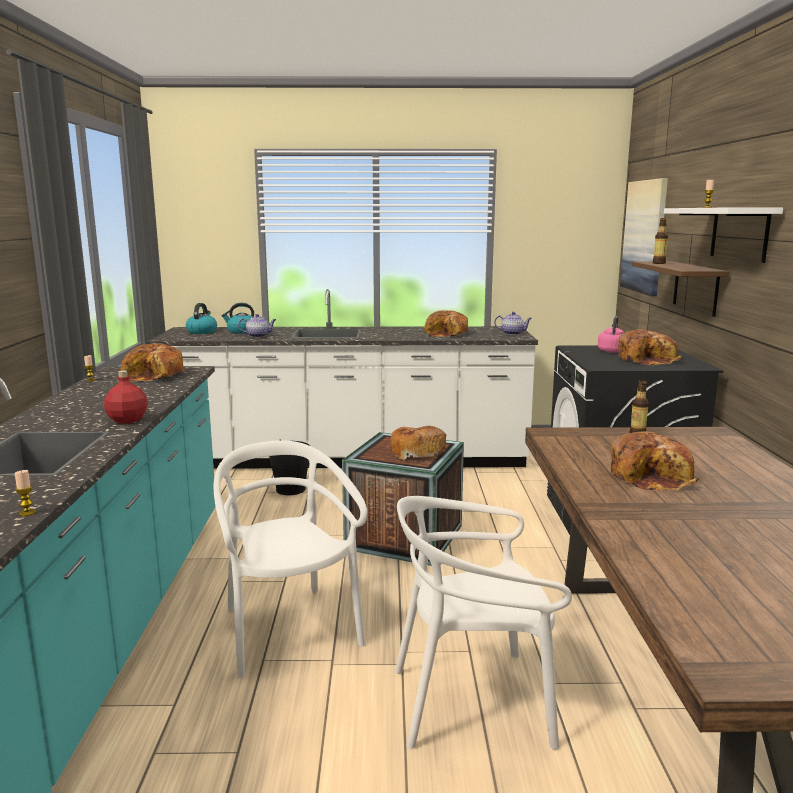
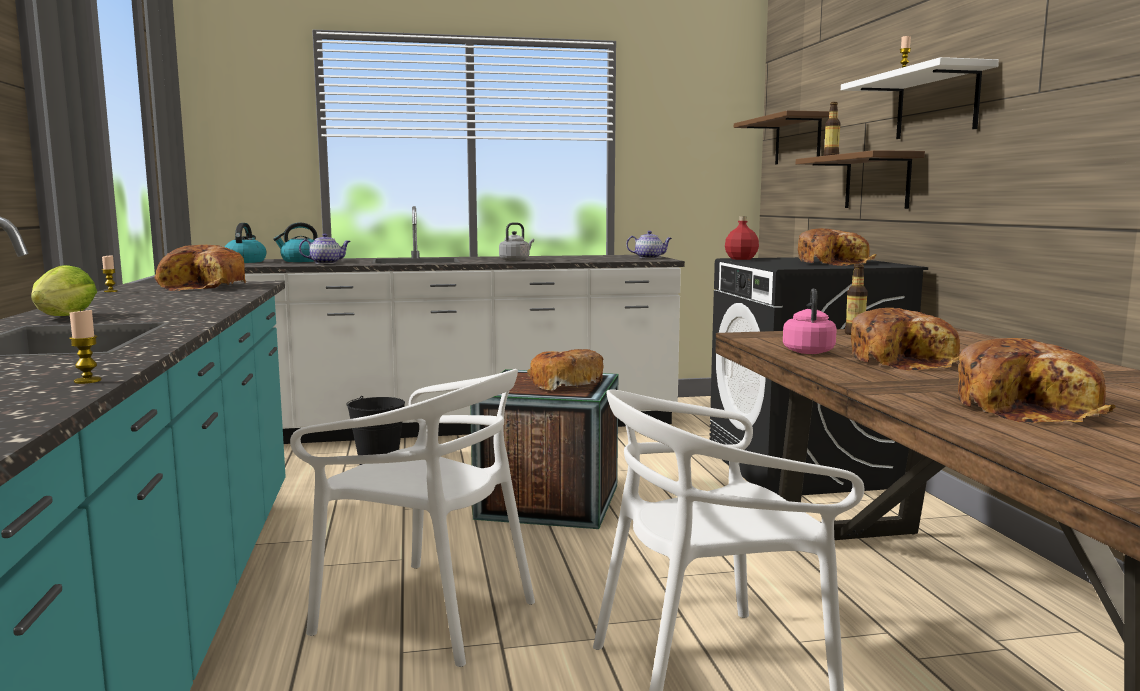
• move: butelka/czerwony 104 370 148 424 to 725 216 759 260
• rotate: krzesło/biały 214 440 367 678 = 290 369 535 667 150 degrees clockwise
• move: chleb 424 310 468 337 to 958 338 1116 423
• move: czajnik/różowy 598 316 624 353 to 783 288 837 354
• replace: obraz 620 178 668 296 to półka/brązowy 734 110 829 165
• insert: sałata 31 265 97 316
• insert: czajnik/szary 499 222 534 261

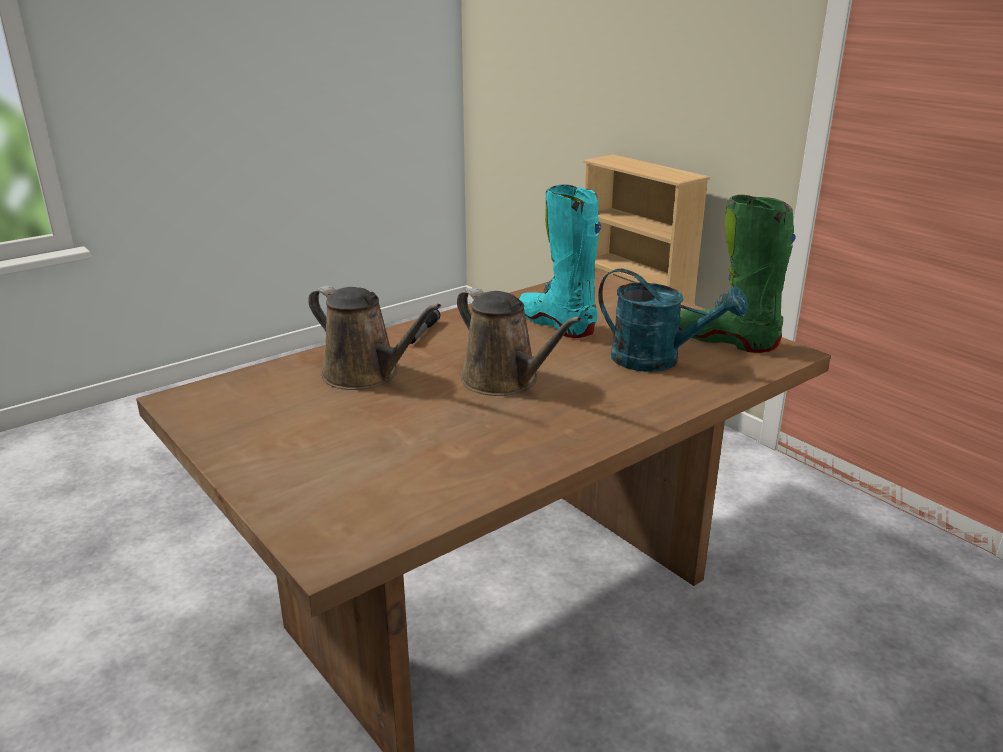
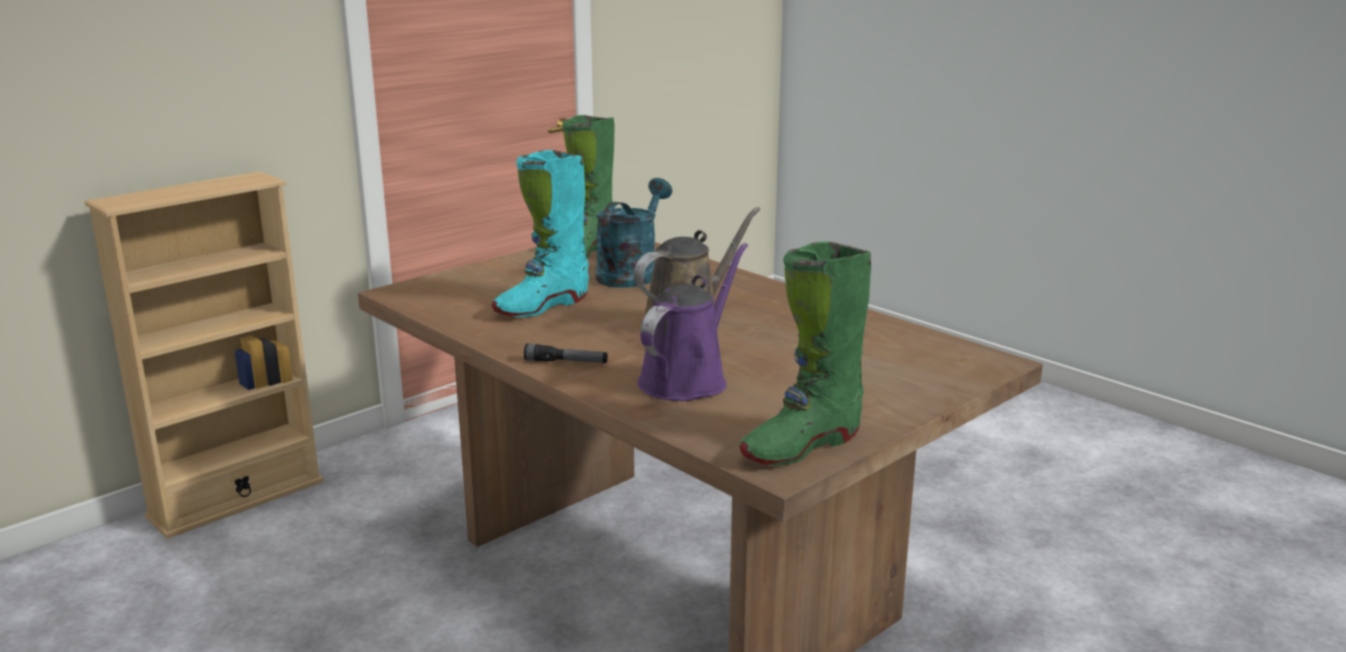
• recolor: konewka/brązowy 308 286 441 390 to konewka/fioletowy 637 243 748 401
• insert: but z cholewką/zielony 739 242 871 466

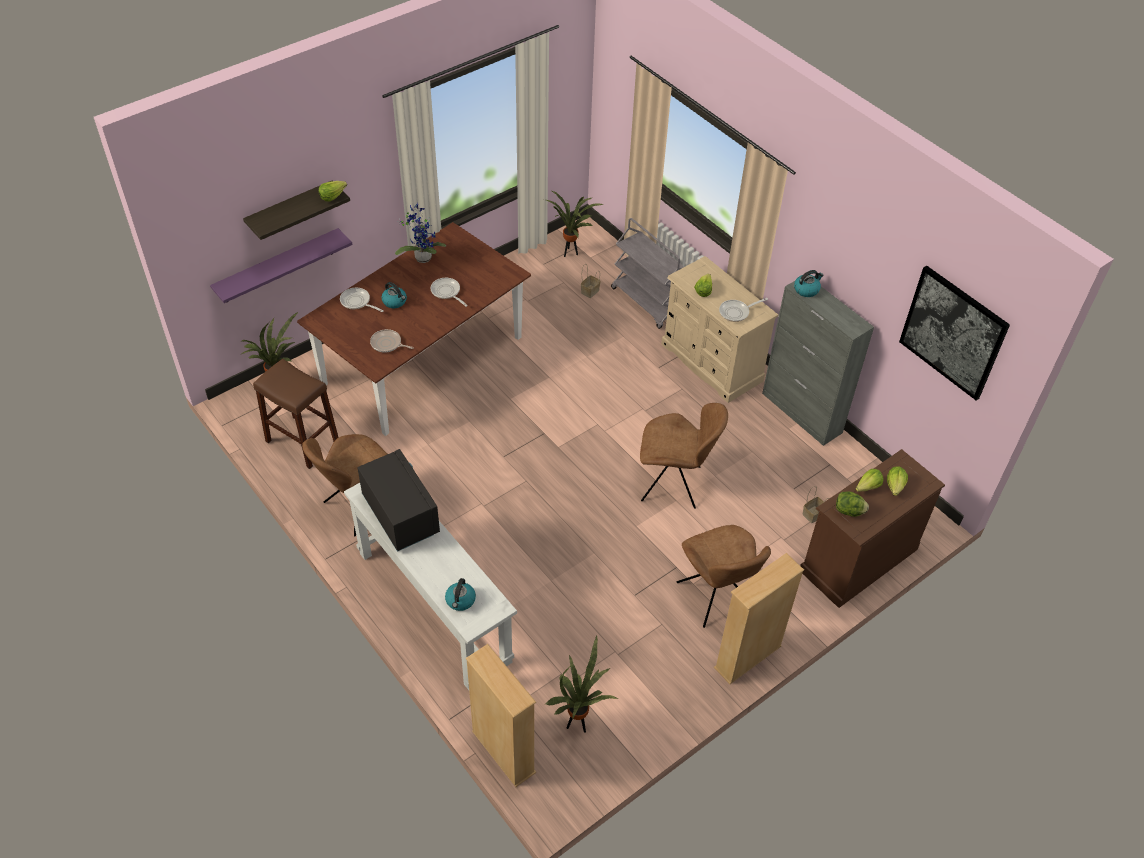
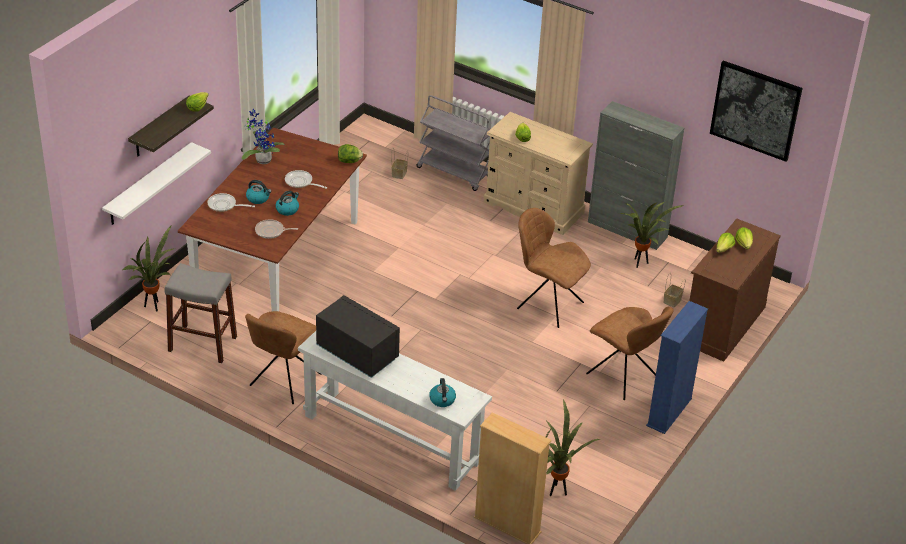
• recolor: półka/fioletowy 210 228 353 303 to półka/biały 102 142 211 225
• recolor: stołek/brązowy 253 359 339 469 to stołek/szary 164 263 237 363
• move: roślina doniczkowa 546 191 604 257 to 619 202 684 268
• rotate: krzesło/brązowy 640 403 728 509 = 517 208 591 328 135 degrees counterclockwise
• recolor: regał/beżowy 714 553 804 684 to regał/niebieski 646 301 708 434
• delete: patelnia 719 298 768 322
• move: czajnik 794 270 824 297 to 275 191 299 216
• move: sałata 836 491 869 517 to 338 144 363 163

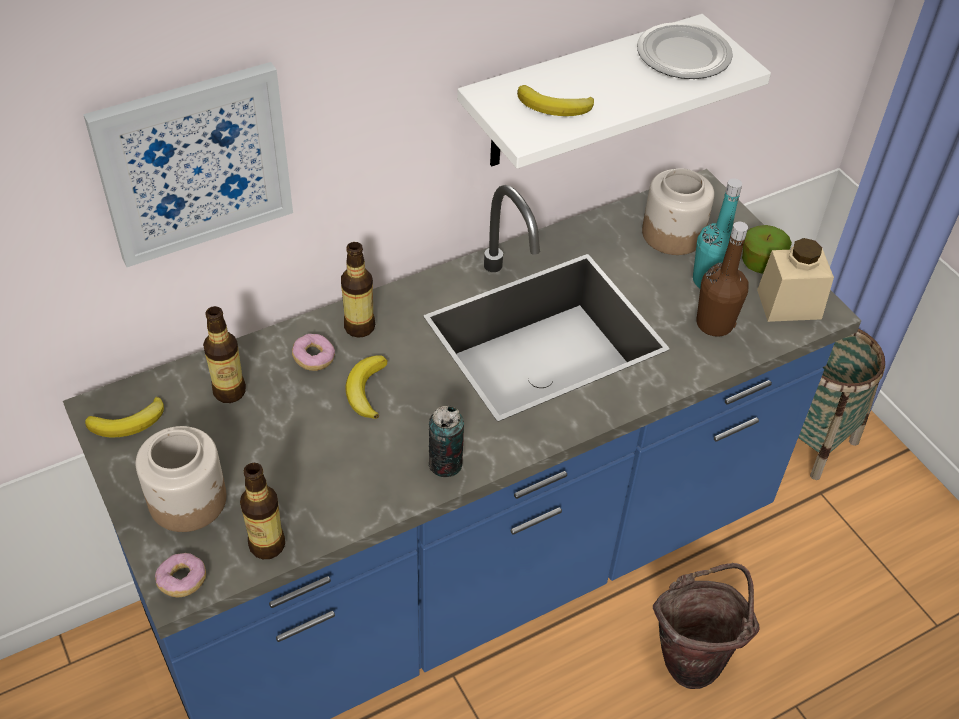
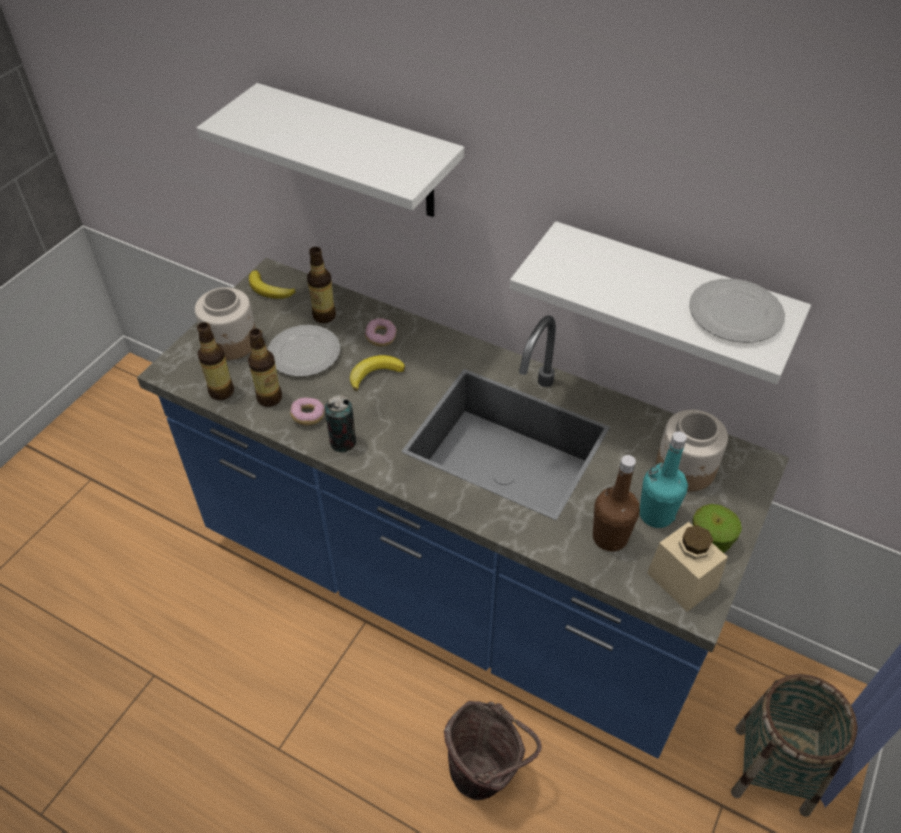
• replace: obraz 83 62 293 267 to półka/biały 197 83 464 217
• move: donut 155 553 206 597 to 290 398 325 426
• move: butelka 341 242 375 338 to 248 329 282 407
• delete: banan 517 85 594 116
• insert: talerz 268 325 340 377

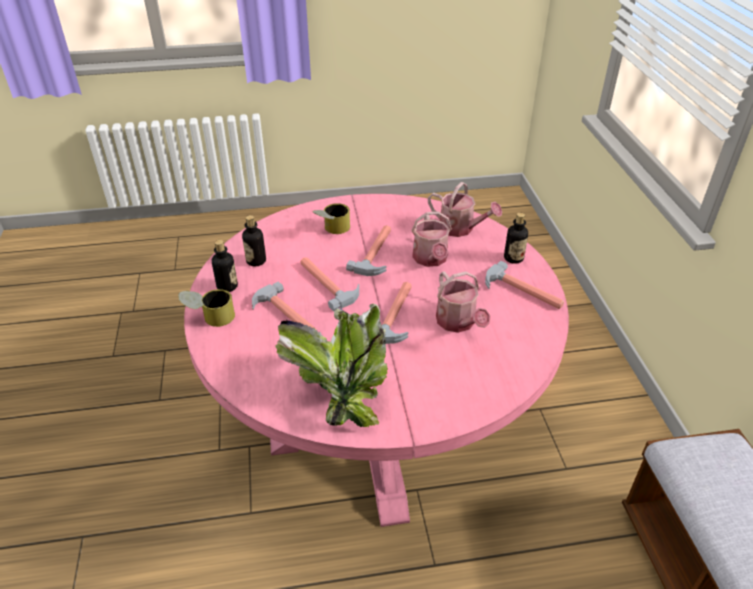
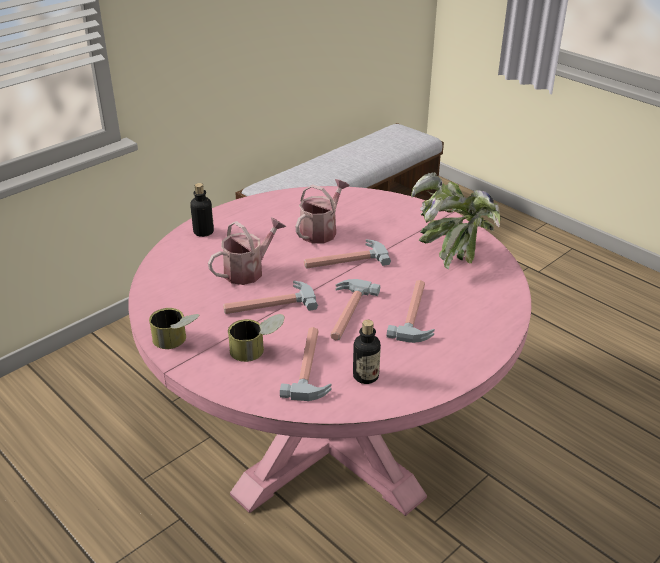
• move: puszka 178 289 235 327 to 149 308 199 349
• delete: butelka 212 240 238 292
• delete: konewka 428 182 502 237
• move: młotek 485 261 564 309 to 280 327 332 401

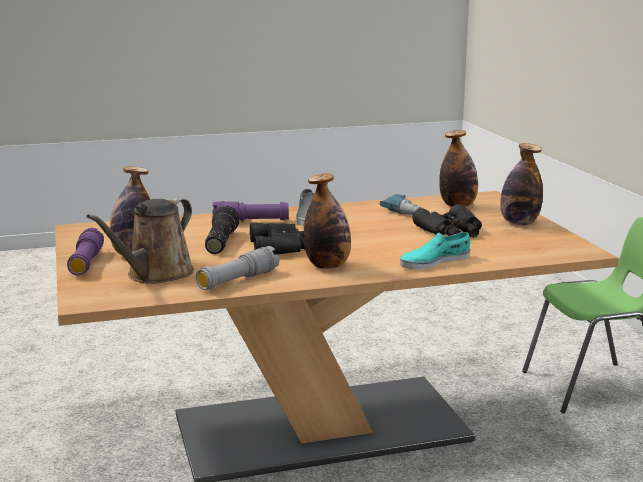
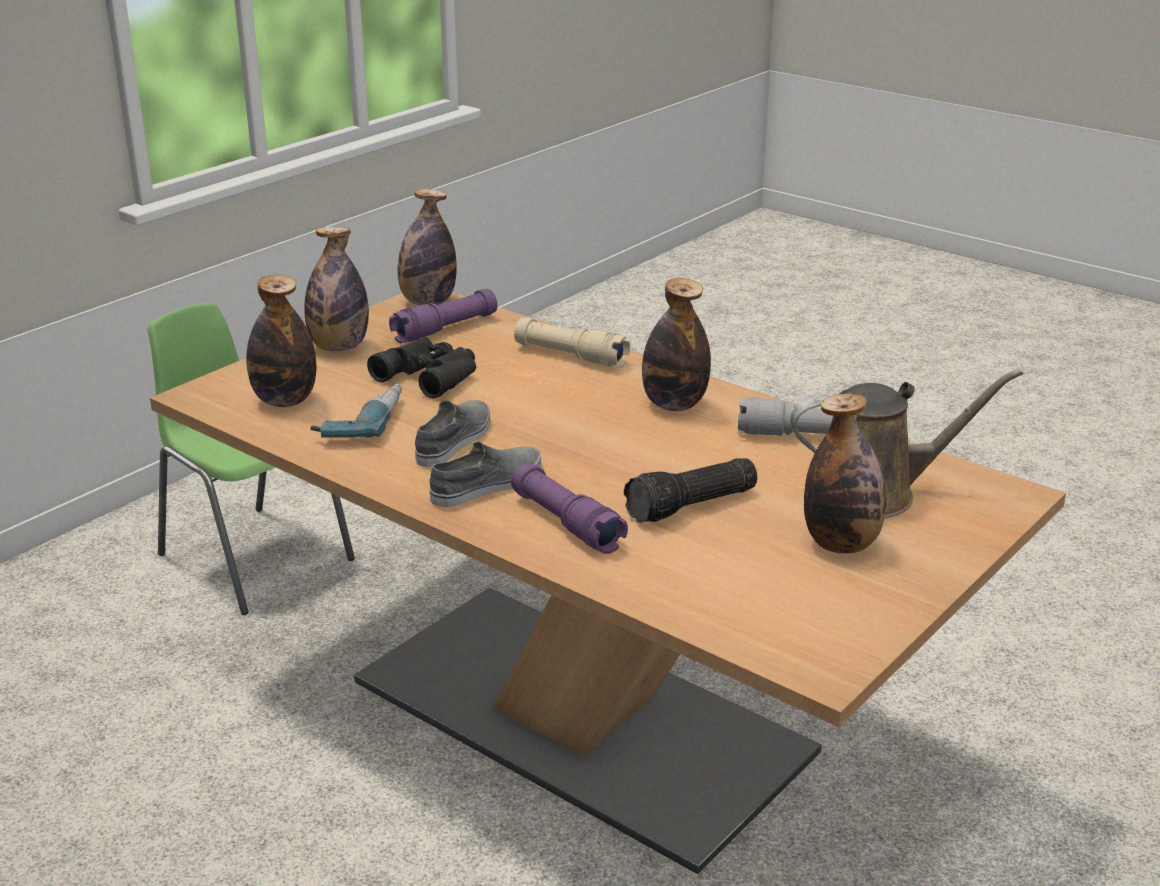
• move: latarka/fioletowy 67 228 104 275 to 389 289 498 343
• delete: lornetka/czarny 250 222 305 255
• replace: but/turkusowy 400 232 471 269 to latarka/beżowy 514 317 630 368
• insert: butelka 397 189 457 305
• insert: but/szary 415 400 490 467

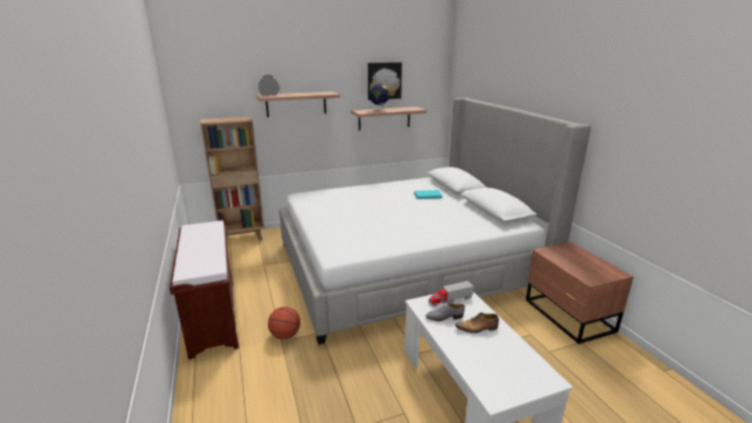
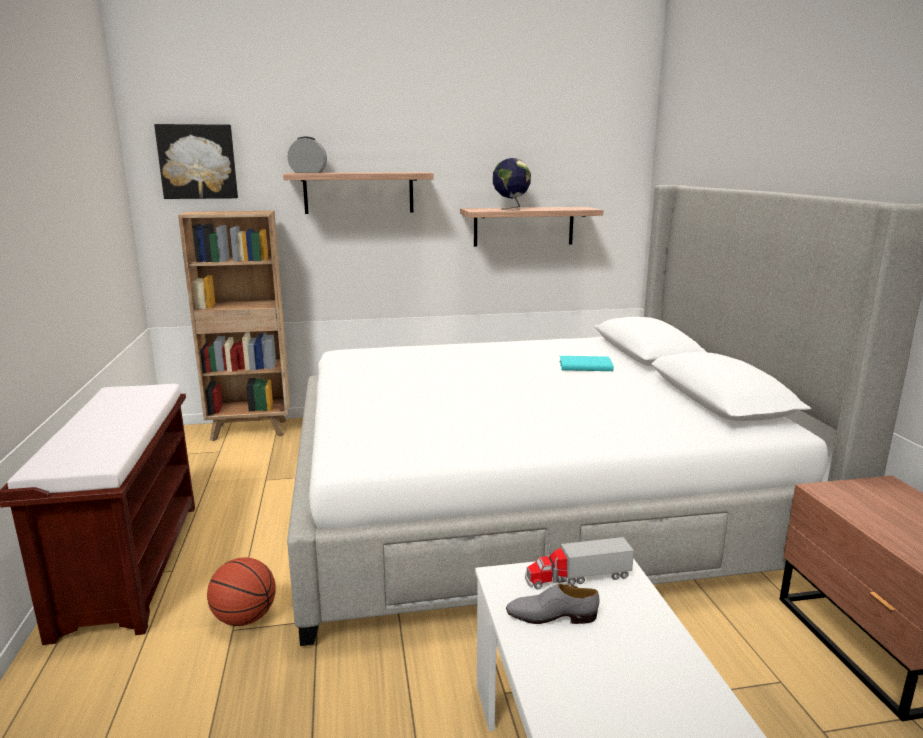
• move: obraz 368 62 402 100 to 154 124 238 199
• delete: but 455 312 499 333

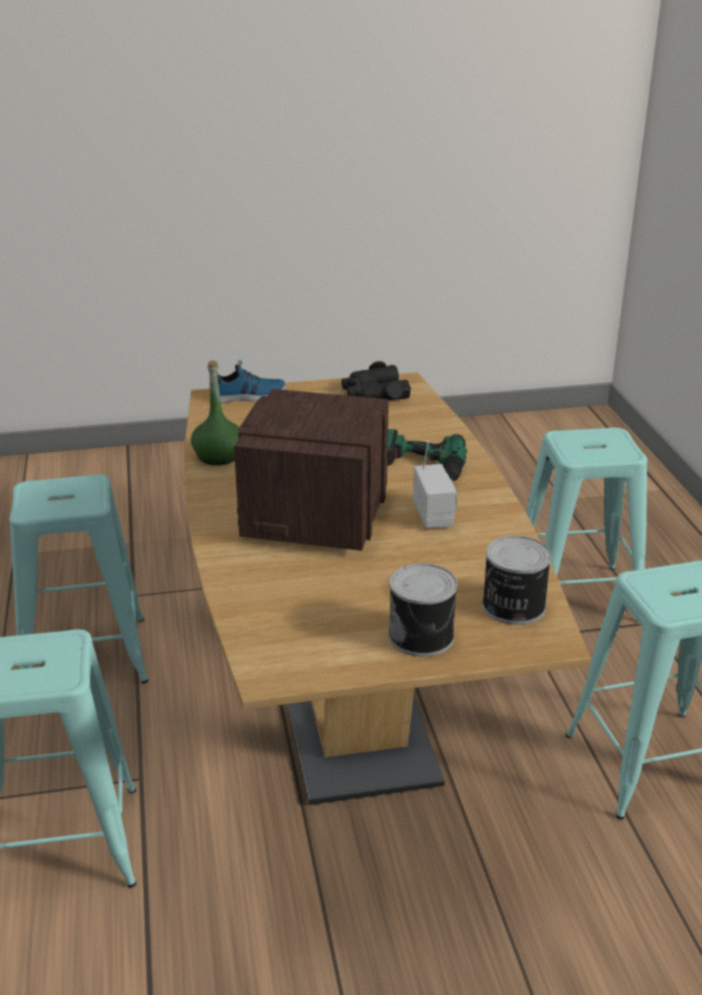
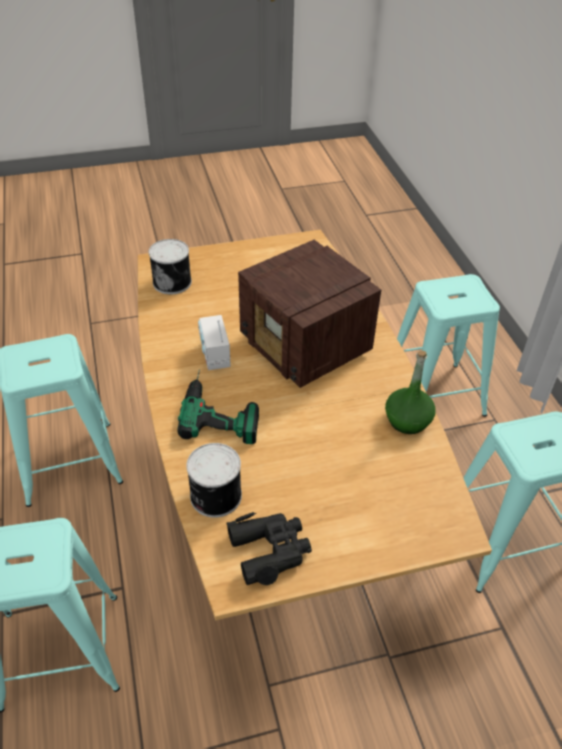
• delete: but 217 360 286 403
• rotate: radio 234 389 389 551 = 238 240 381 388 135 degrees clockwise
• move: puszka 389 563 457 657 to 186 443 242 518

